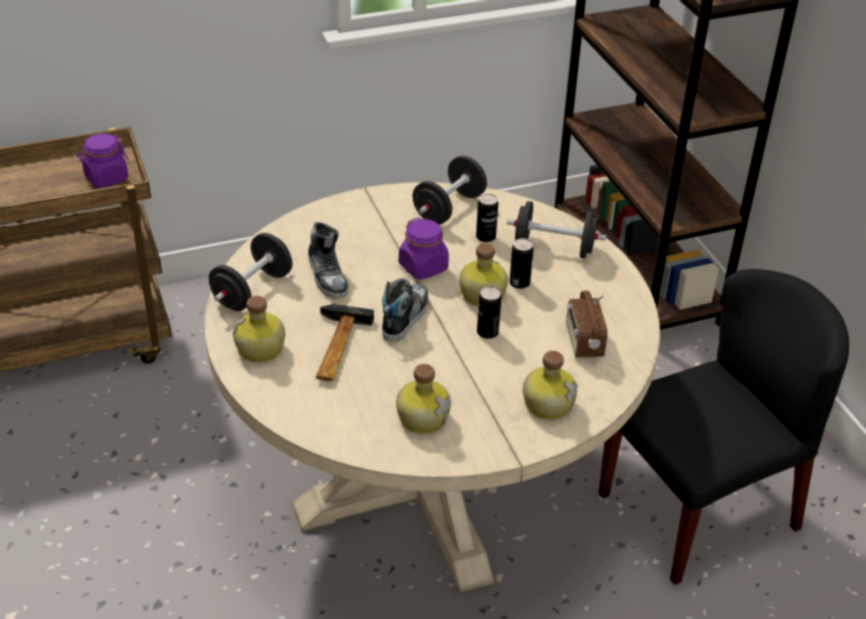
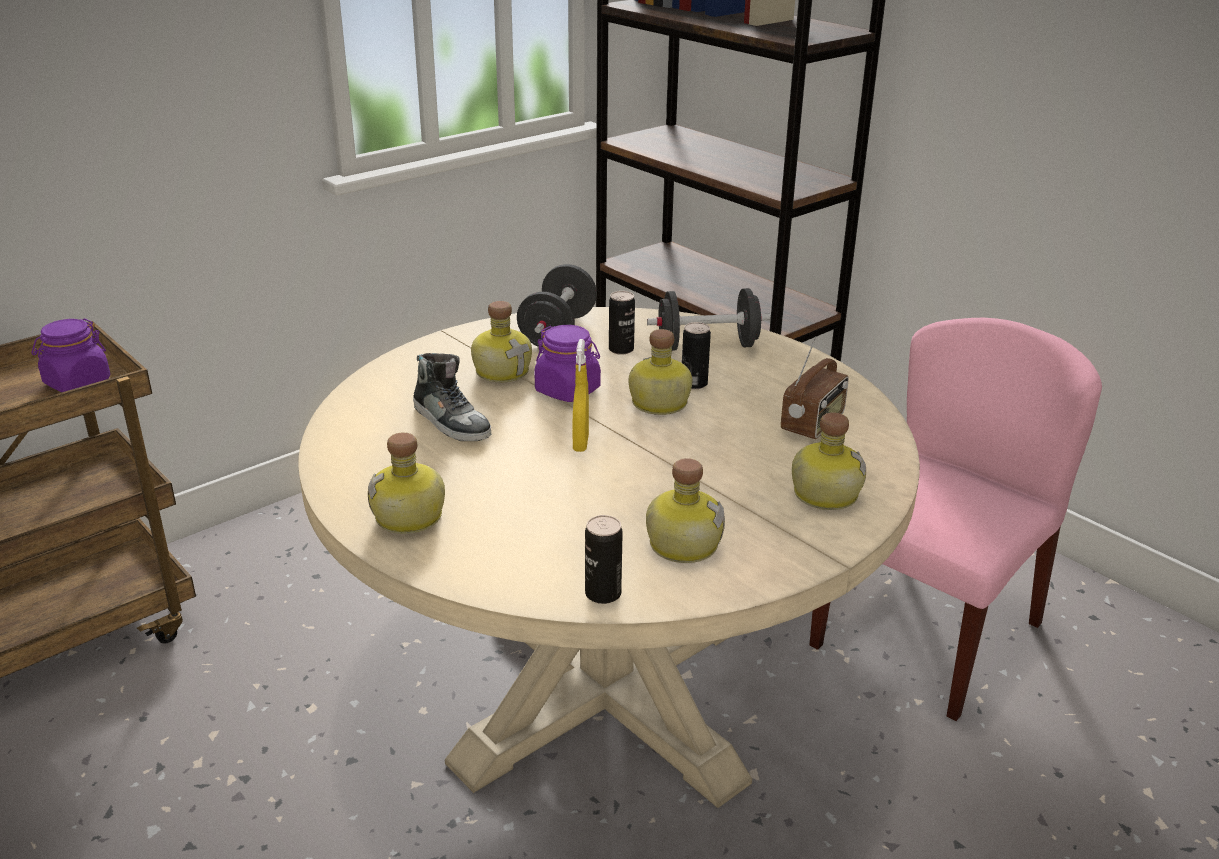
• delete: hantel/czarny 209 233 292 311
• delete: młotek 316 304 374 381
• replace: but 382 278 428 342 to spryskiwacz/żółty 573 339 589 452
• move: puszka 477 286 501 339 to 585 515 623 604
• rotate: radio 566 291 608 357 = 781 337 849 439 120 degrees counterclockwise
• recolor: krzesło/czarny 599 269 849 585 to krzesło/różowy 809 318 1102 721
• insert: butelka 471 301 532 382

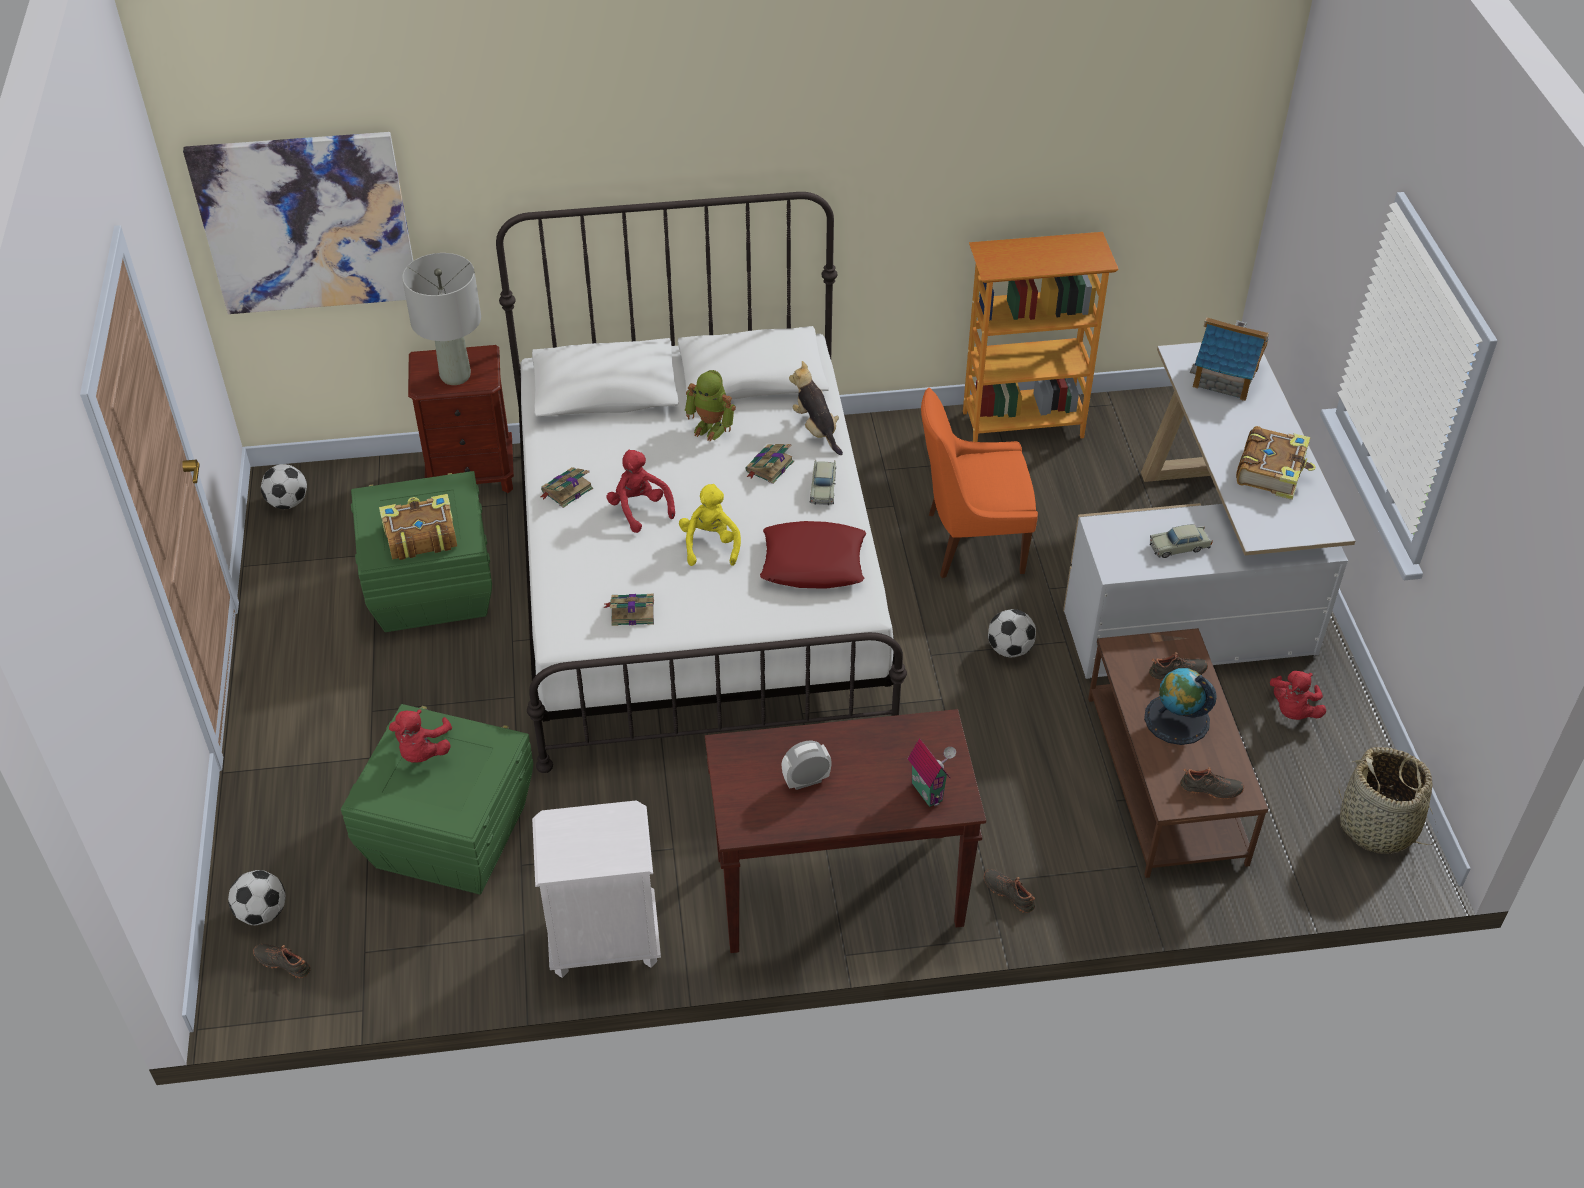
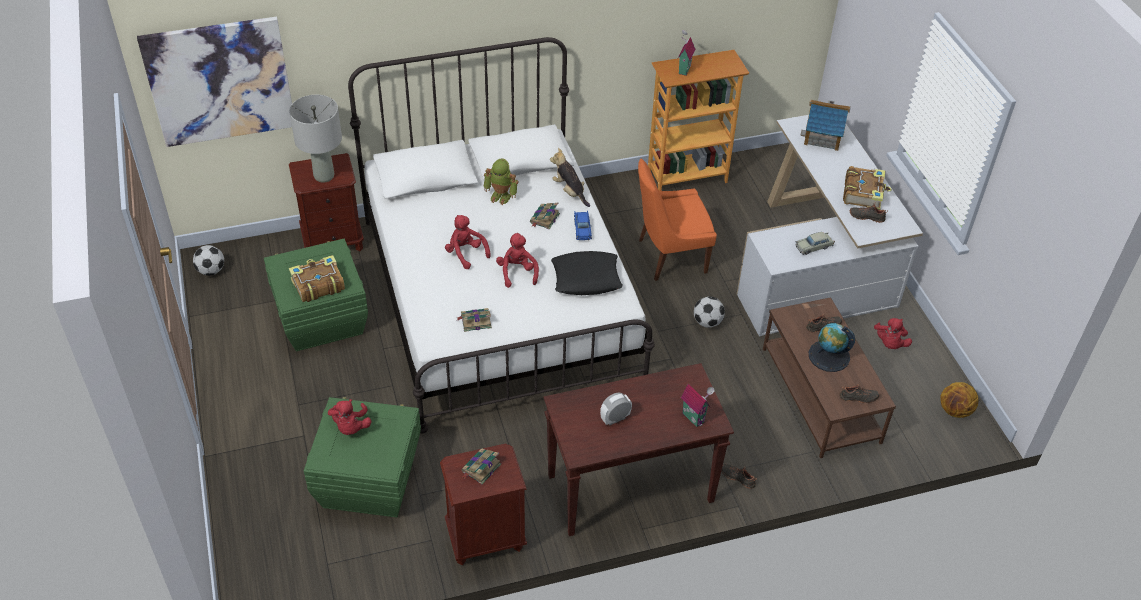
• delete: piłka futbolowa 228 870 286 926
• move: but/czarny 253 944 311 978 to 850 203 888 223
• recolor: szafka nocna/biały 532 800 661 978 to szafka nocna/brązowy 440 443 527 565
• move: książka 540 467 593 508 to 462 449 501 484
• recolor: pluszak/żółty 679 484 741 566 to pluszak/czerwony 496 233 539 288
• recolor: poduszka/czerwony 760 521 866 589 to poduszka/czarny 551 251 623 295
• recolor: samochodzik/beżowy 810 459 836 505 to samochodzik/niebieski 574 211 592 240
• replace: koszyk 1338 747 1438 854 to piłka do koszykówki 940 382 979 418
• insert: domek 678 30 695 76

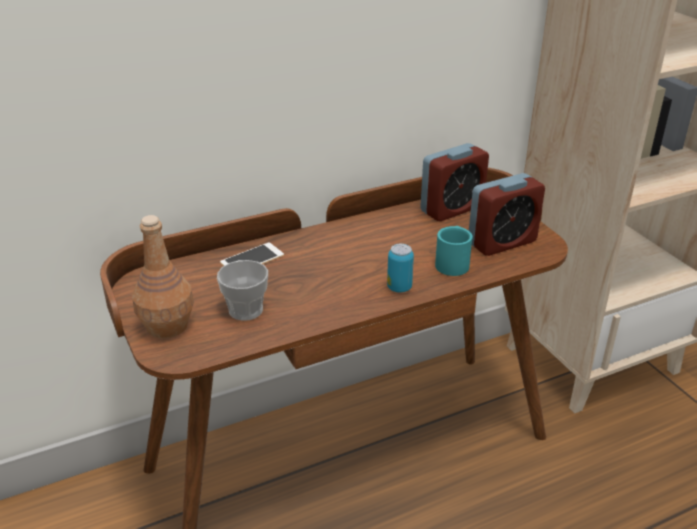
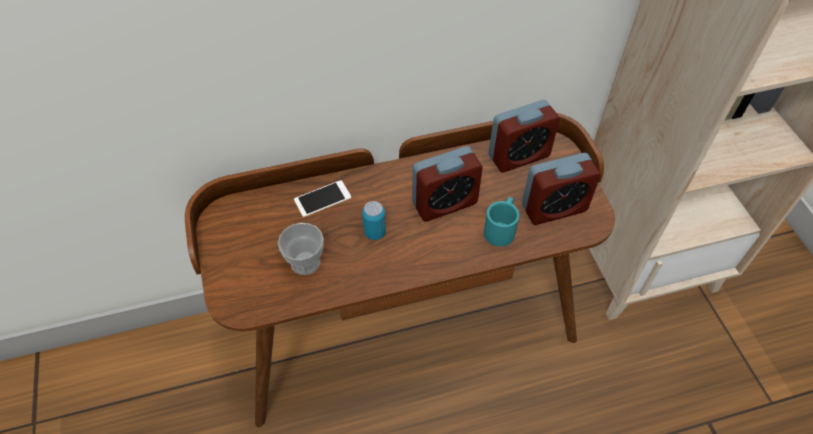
• delete: butelka/brązowy 132 215 194 338
• move: puszka 387 244 414 293 to 362 201 386 240
• insert: budzik 412 146 483 222

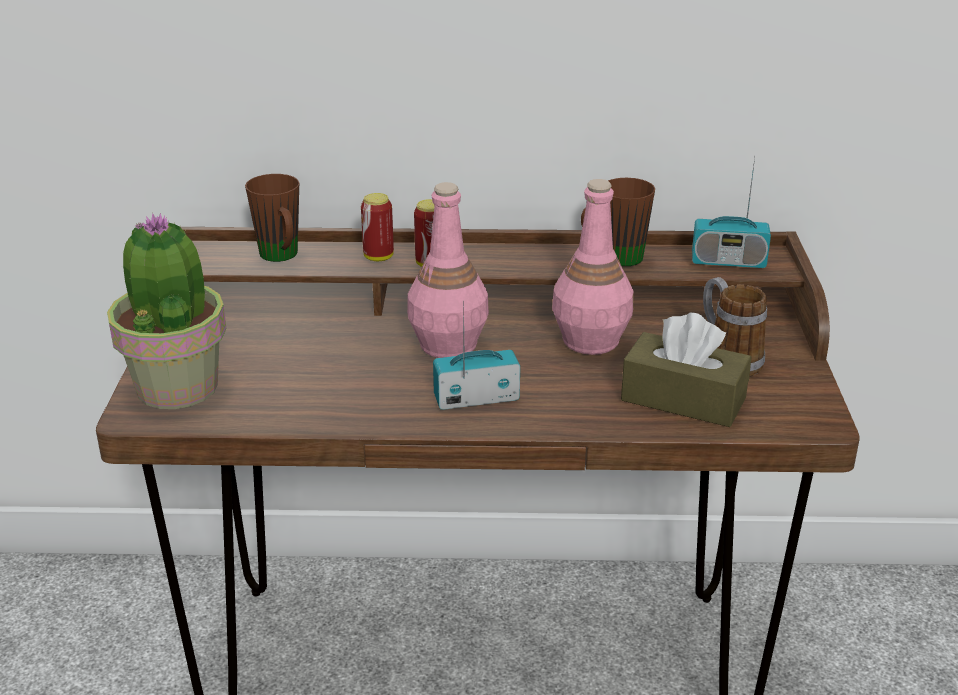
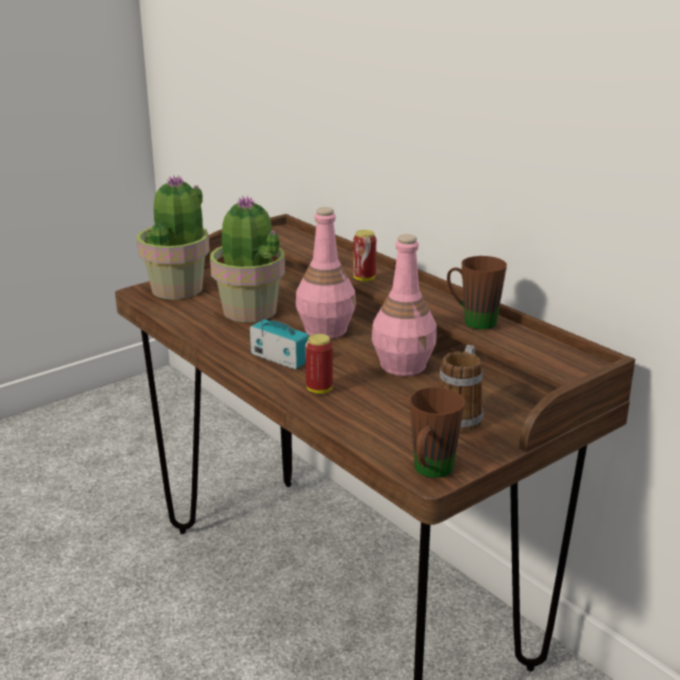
• move: kubek/brązowy 245 174 299 262 to 409 387 465 478
• move: puszka 361 193 394 261 to 305 334 333 394
• delete: pudełko chusteczek/brązowy 621 313 751 427
• delete: radio 692 158 771 268
• insert: roślina doniczkowa 210 195 285 322

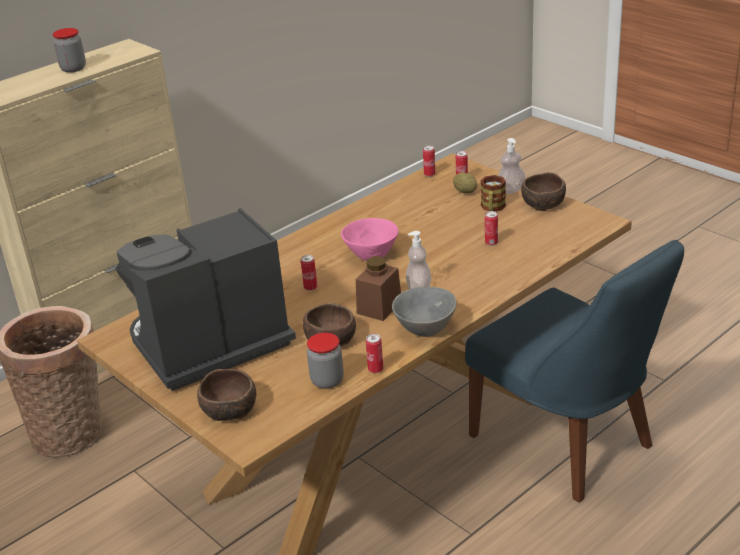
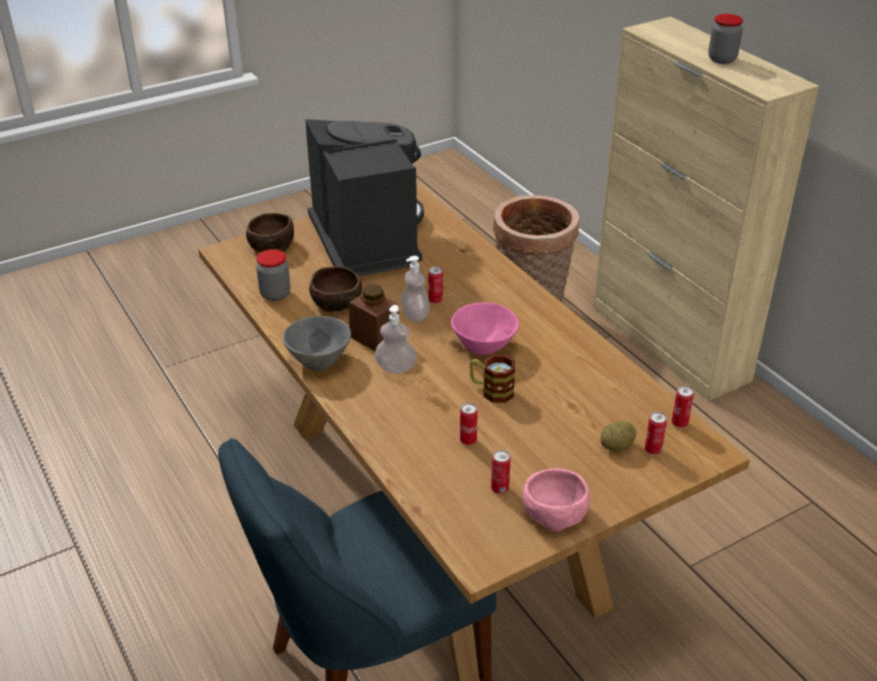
• move: puszka 366 334 383 373 to 491 450 511 494
• move: kubek 480 175 506 211 to 470 355 515 403
• move: dozownik mydła 498 138 525 194 to 401 256 430 322
• recolor: miska/brązowy 521 172 566 211 to miska/różowy 523 468 590 531

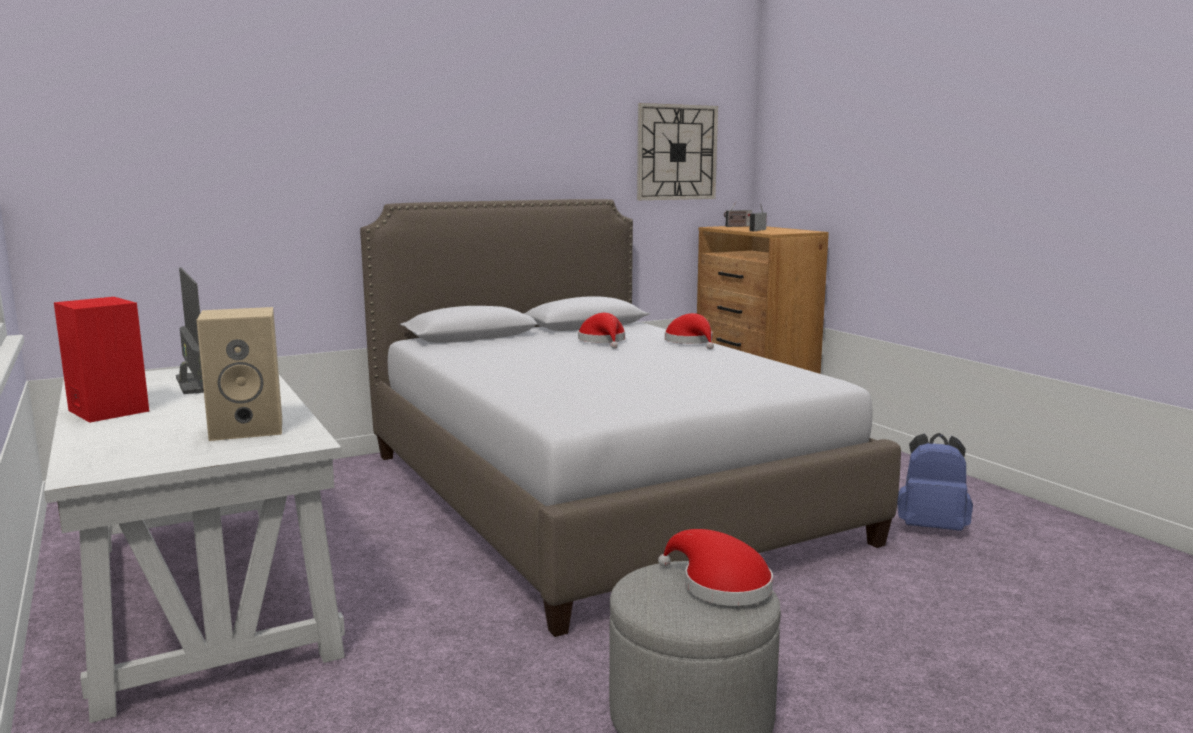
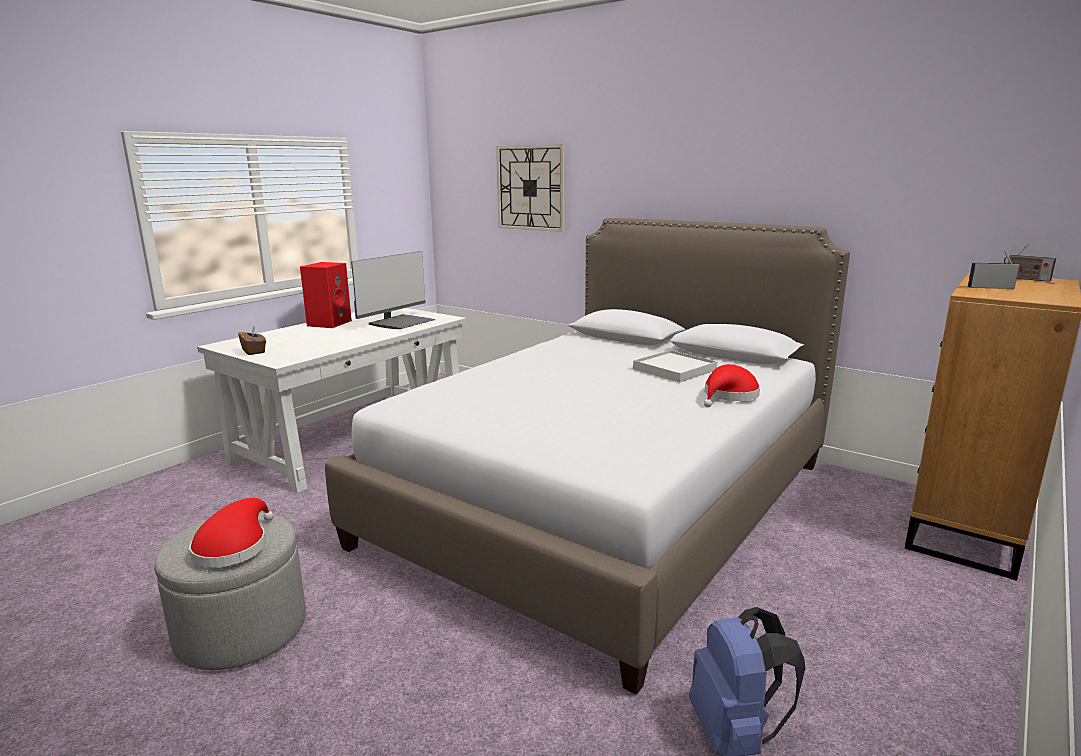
• delete: głośnik/beżowy 197 307 282 441
• replace: kapelusz/czerwony 578 313 625 349 to taca/biały 633 350 717 382
• move: zegar ścienny 637 103 718 200 to 496 144 565 232
• insert: pudełko chusteczek/brązowy 238 325 266 355

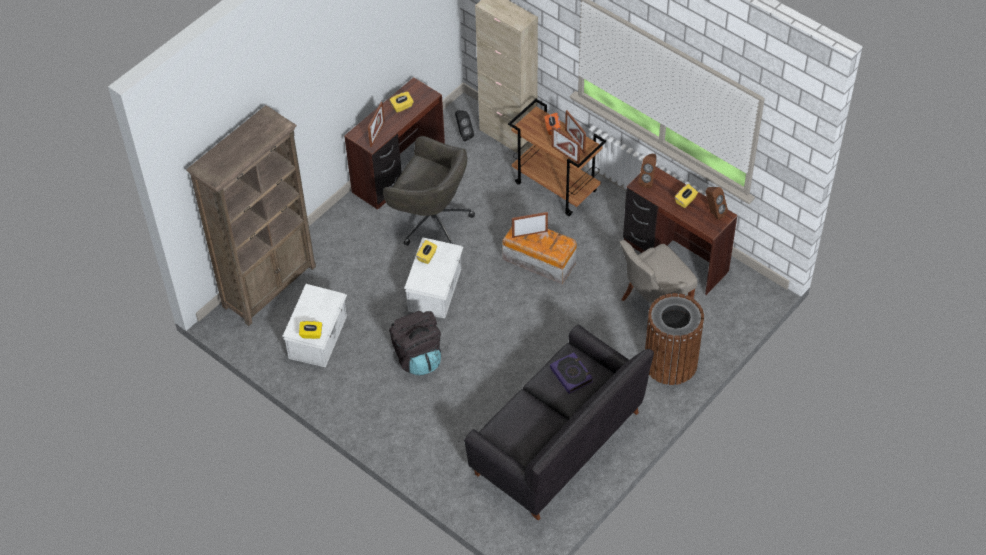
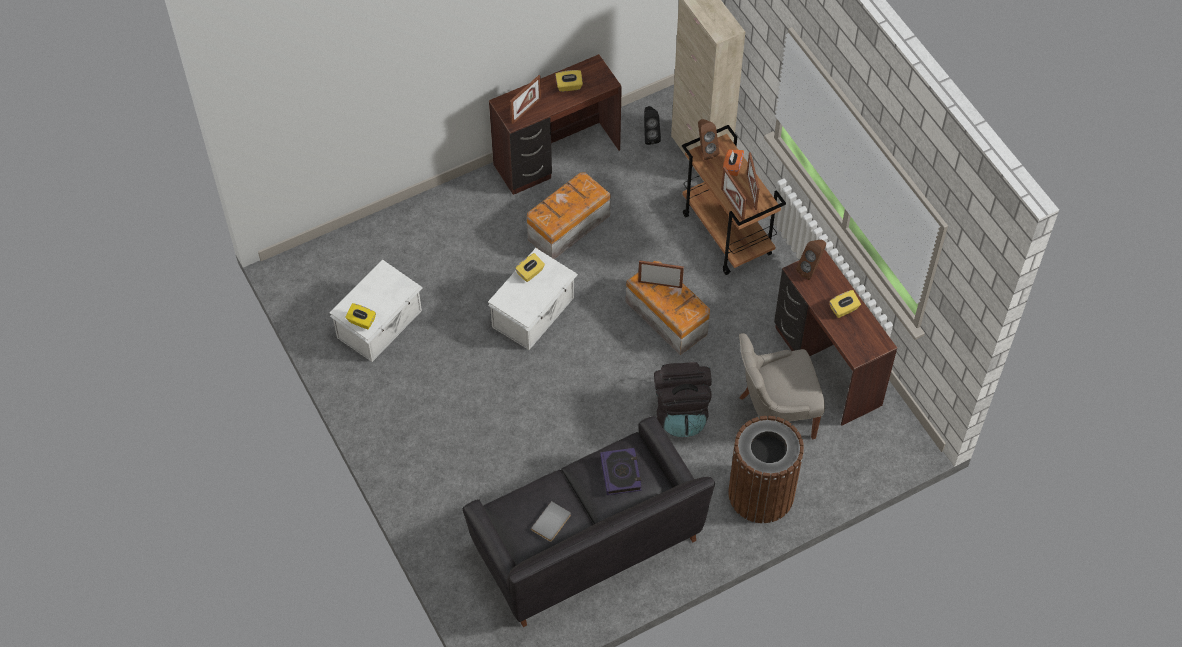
• delete: regał/brązowy 186 105 316 326
• replace: krzesło biurowe/szary 383 136 475 246 to pojemnik do przechowywania 527 172 610 259
• move: plecak/czarny 389 311 441 375 to 654 362 712 437
• move: głośnik/brązowy 706 187 728 220 to 698 119 719 160
• insert: książka/szary 531 501 571 542

